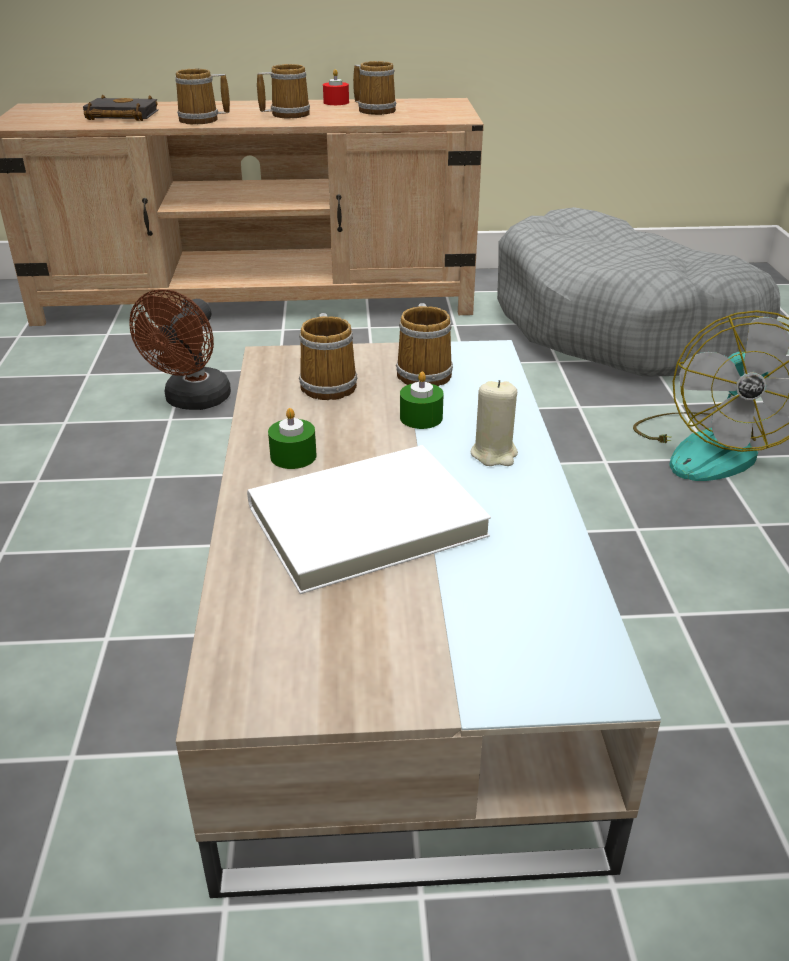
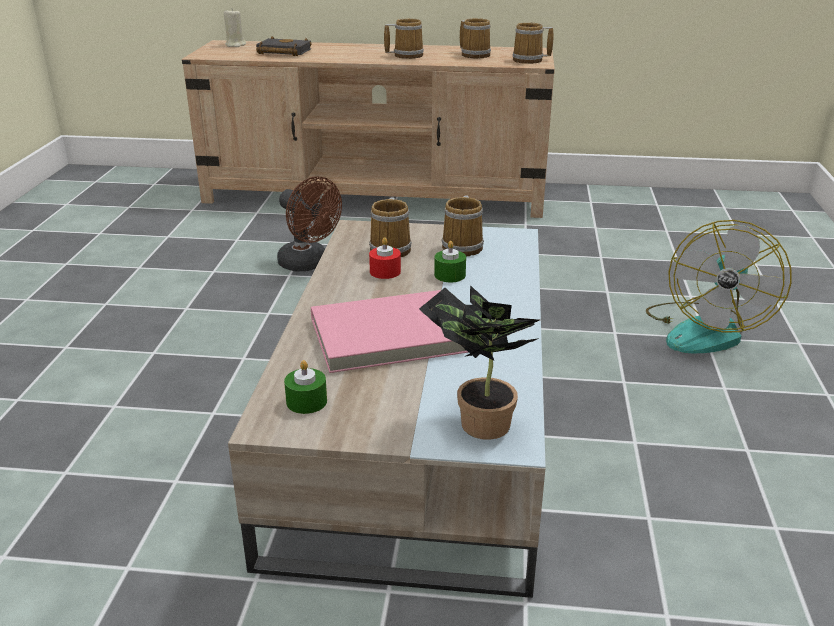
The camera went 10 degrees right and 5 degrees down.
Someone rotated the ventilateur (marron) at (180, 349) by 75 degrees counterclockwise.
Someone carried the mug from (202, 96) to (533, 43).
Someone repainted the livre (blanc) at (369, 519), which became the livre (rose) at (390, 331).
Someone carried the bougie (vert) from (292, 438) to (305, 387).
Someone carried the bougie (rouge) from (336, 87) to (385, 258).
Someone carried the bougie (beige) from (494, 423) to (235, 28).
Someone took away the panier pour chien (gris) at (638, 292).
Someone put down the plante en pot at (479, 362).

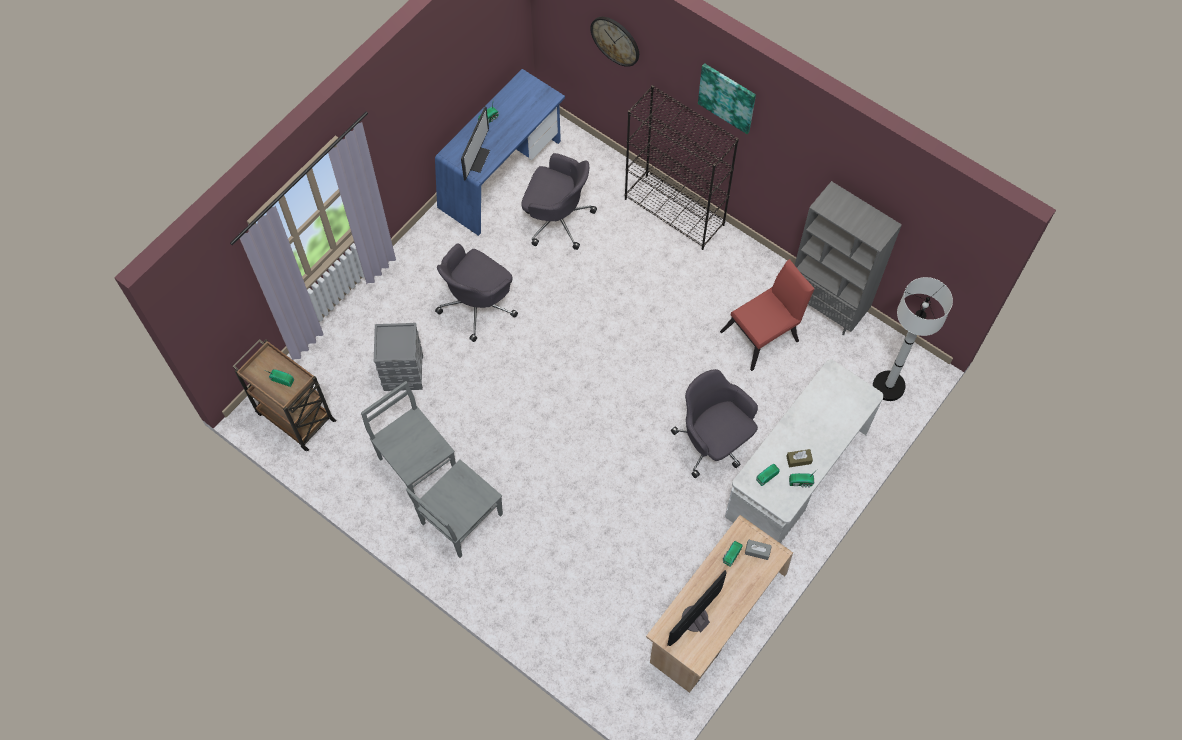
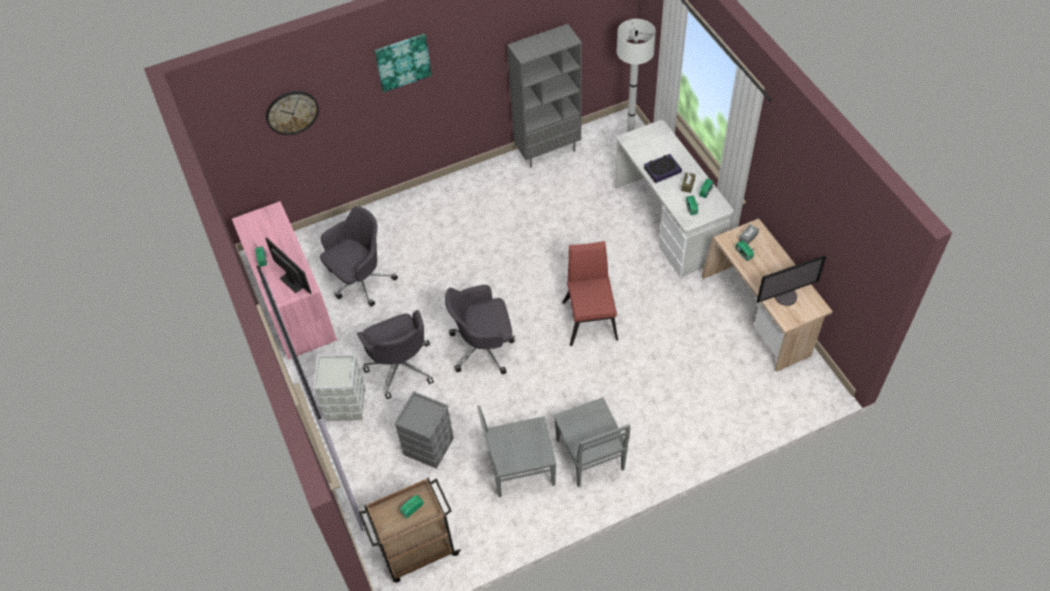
The camera went 60 degrees left and 10 degrees down.
Someone repainted the bureau (bleu) at (500, 152), which became the bureau (rose) at (284, 280).
Someone took away the bibliothèque (noir) at (682, 167).
Someone rotated the écran d'ordinateur at (697, 608) by 90 degrees counterclockwise.
Someone carried the chaise de bureau (gris) from (714, 423) to (480, 329).
Someone carried the chaise (rouge) from (767, 315) to (590, 293).
Someone put down the boîte de rangement (gris) at (339, 387).
Someone put down the livre at (662, 168).

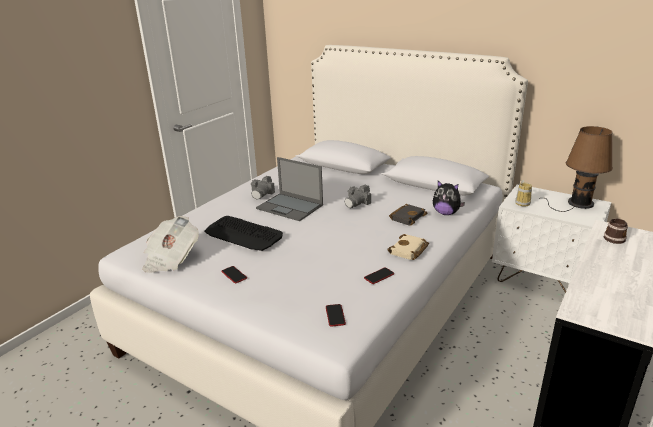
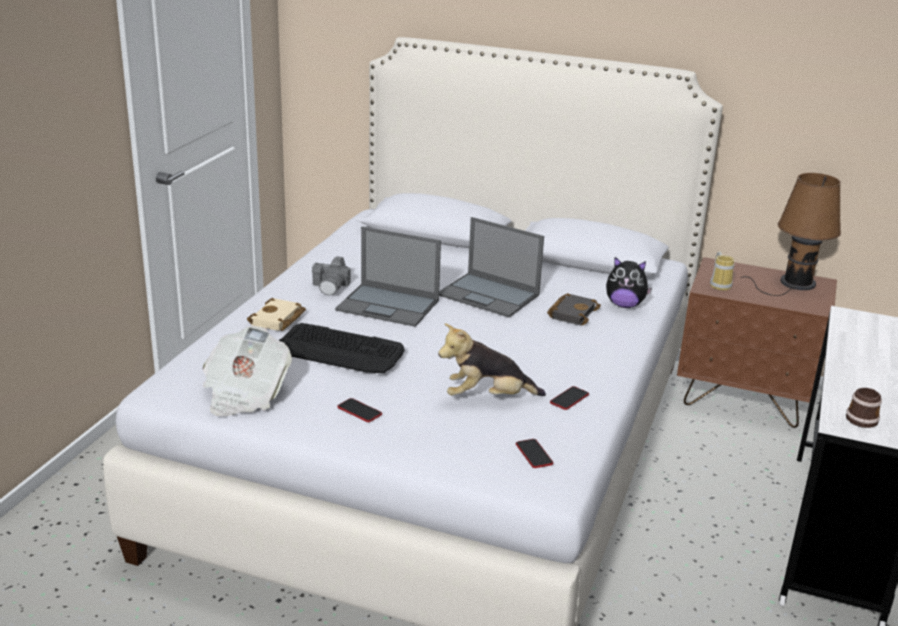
The camera went 15 degrees left and 0 degrees up.
Someone swapped the appareil photo at (358, 196) for the ordinateur portable at (491, 267).
Someone carried the livre (beige) from (408, 247) to (276, 314).
Someone repainted the table de chevet (blanc) at (552, 238), which became the table de chevet (marron) at (757, 342).
Someone carried the mug from (616, 231) to (864, 408).
Someone put down the peluche at (492, 359).

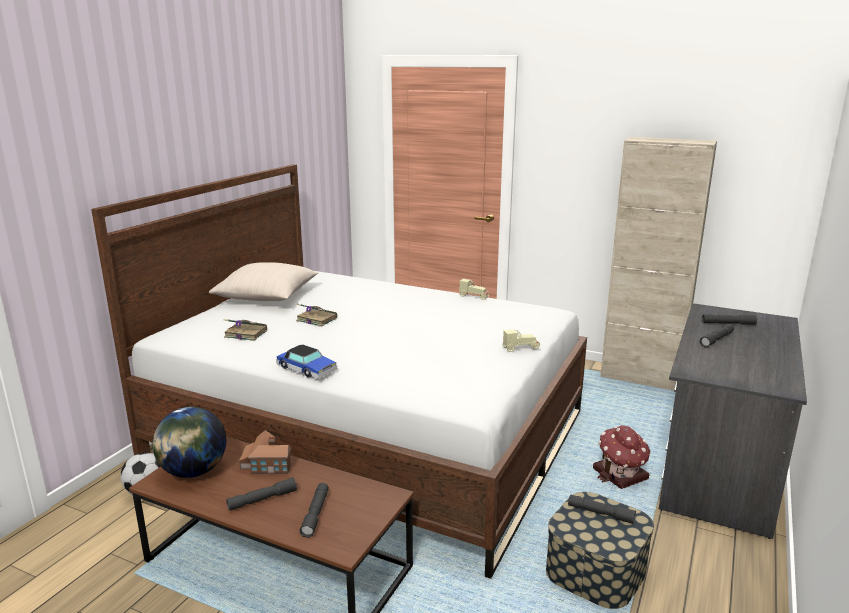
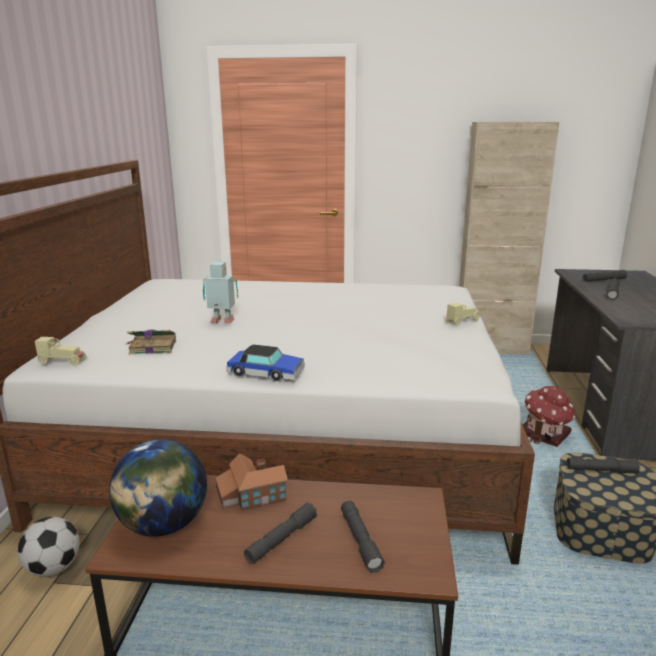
The camera went 20 degrees left and 0 degrees up.
Someone took away the coussin (beige) at (264, 282).
Someone swapped the livre at (316, 315) for the robot jouet at (220, 292).
Someone carried the petite voiture (beige) from (474, 289) to (60, 351).

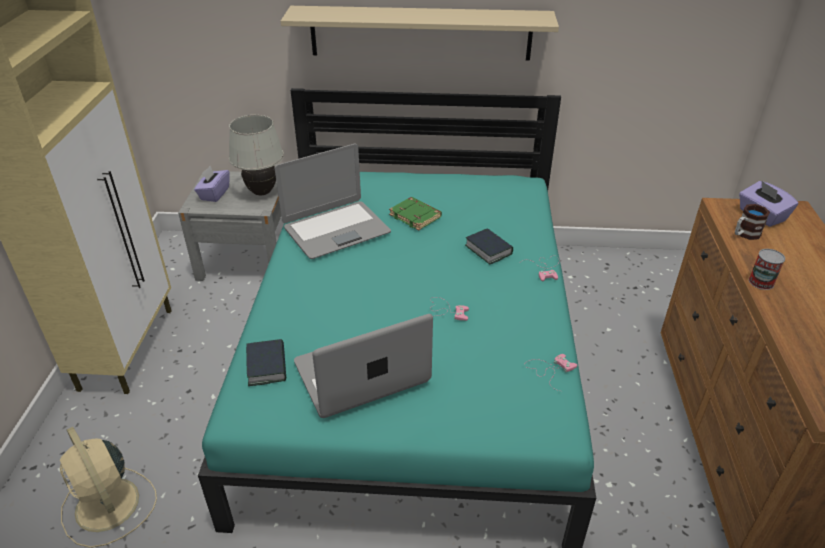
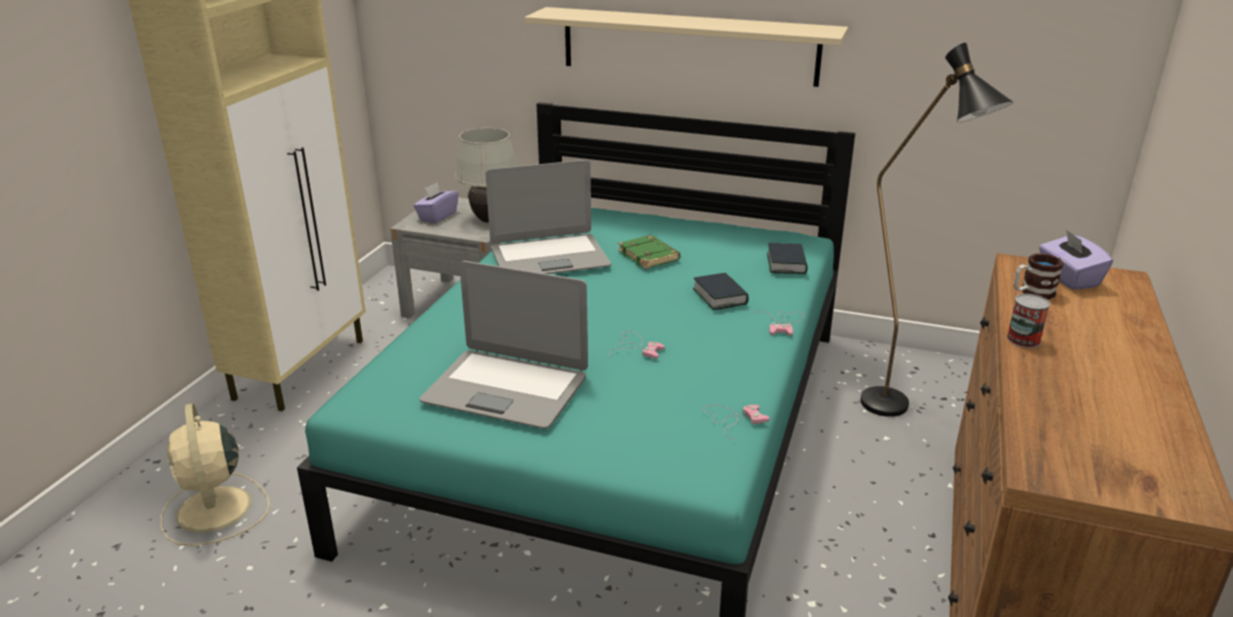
The camera went 15 degrees right and 10 degrees down.
Someone carried the livre from (266, 362) to (787, 258).
Someone rotated the ordinateur portable at (363, 366) by 150 degrees counterclockwise.
Someone put down the lampadaire (noir) at (937, 230).

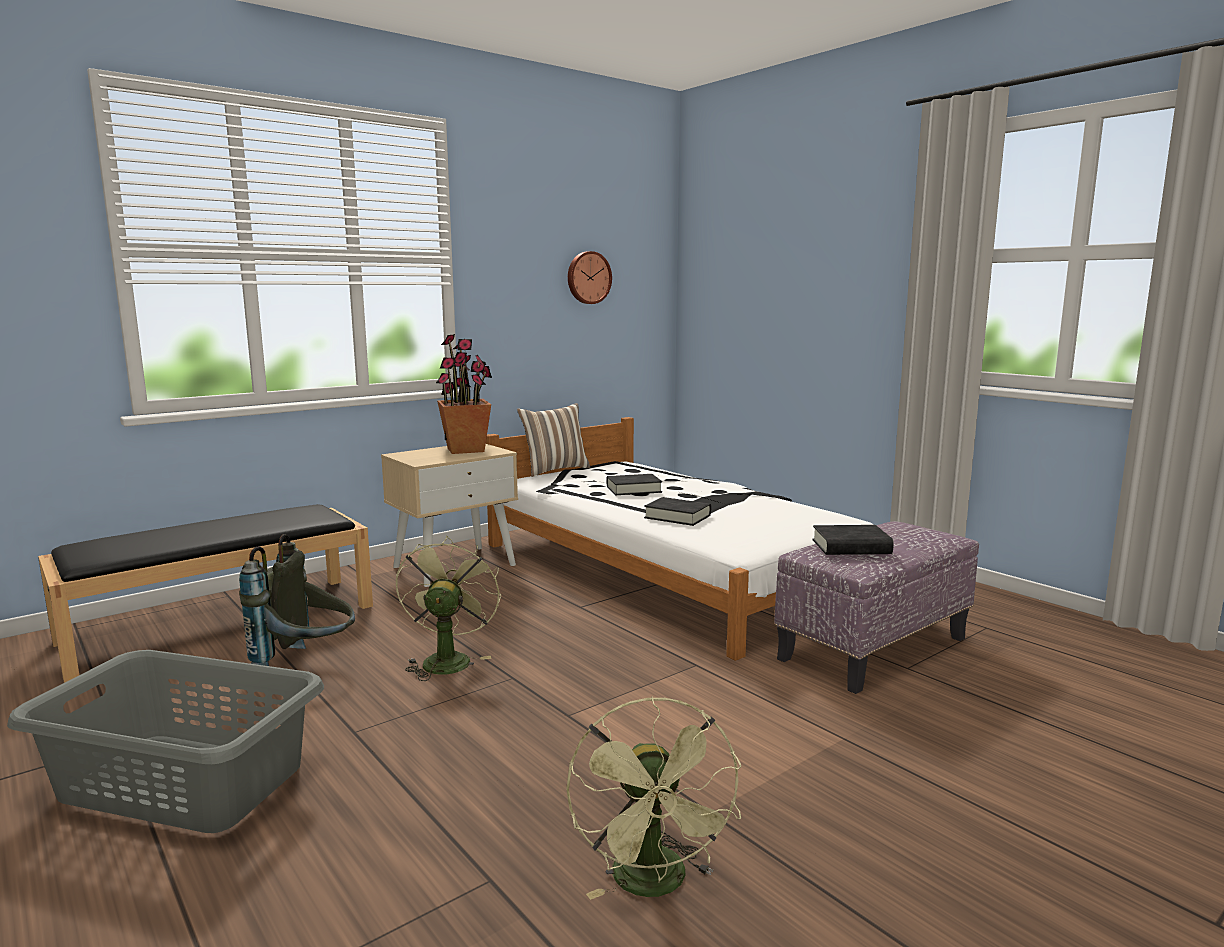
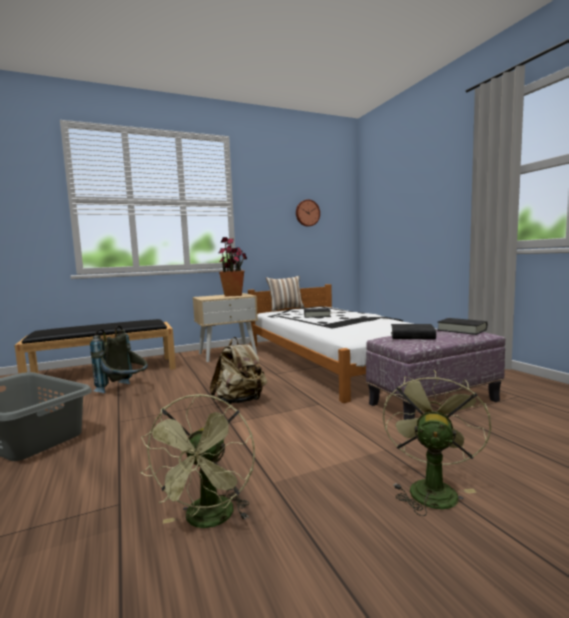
The camera went 15 degrees right and 5 degrees down.
Someone carried the ventilateur (vert) from (448, 608) to (437, 443).
Someone carried the livre (noir) from (677, 511) to (462, 326).
Someone put down the sac à dos (beige) at (238, 370).

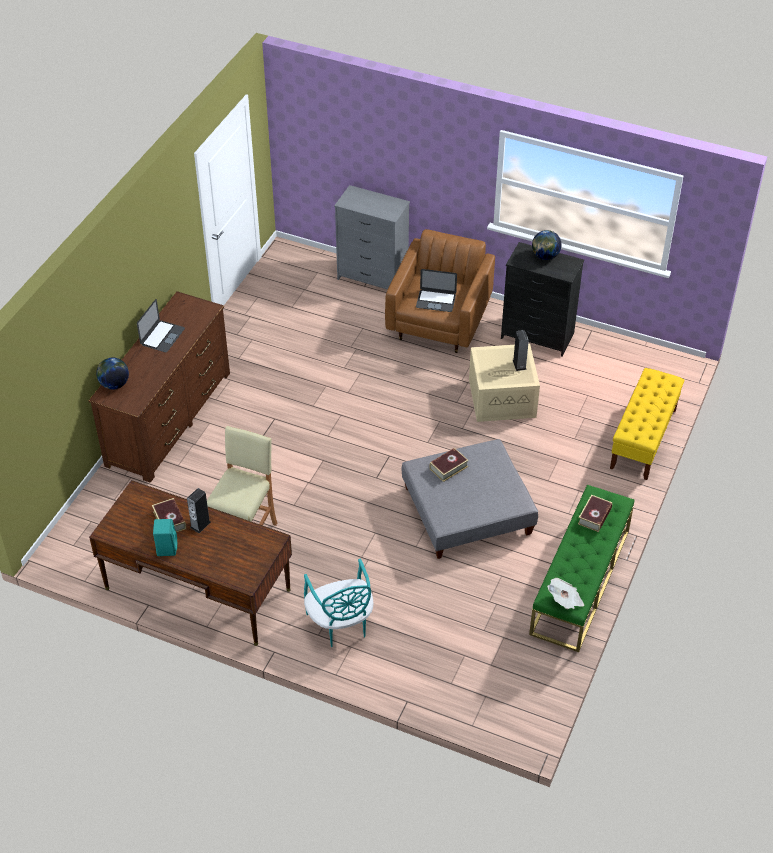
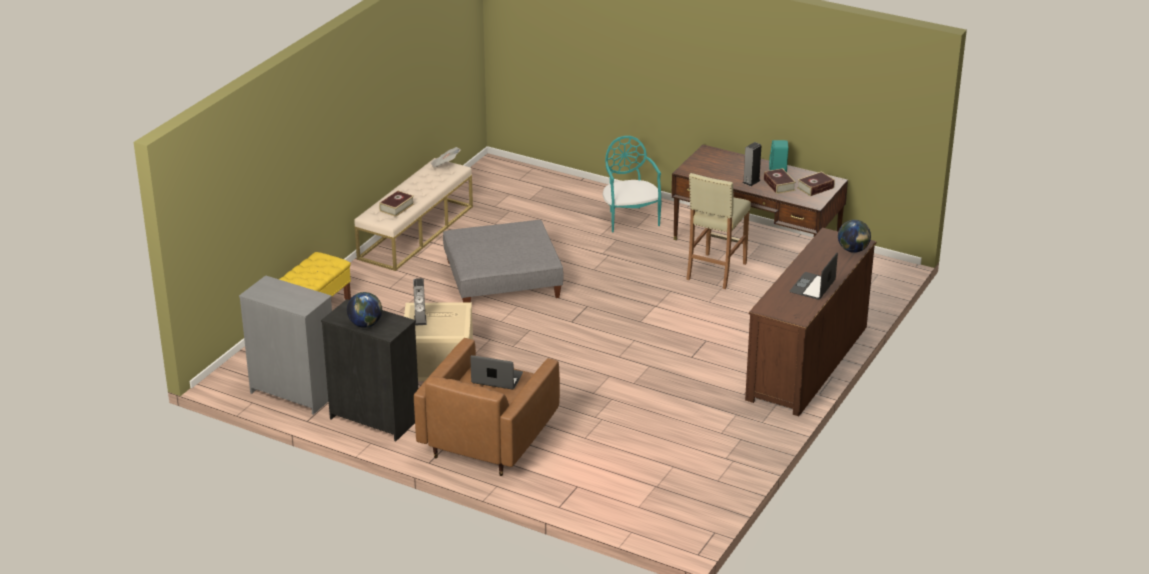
The camera went 175 degrees left and 15 degrees down.
Someone carried the commode (gris) from (372, 237) to (285, 345).
Someone carried the livre from (449, 465) to (816, 183).
Someone repainted the banc (vert) at (581, 568), which became the banc (beige) at (413, 214).

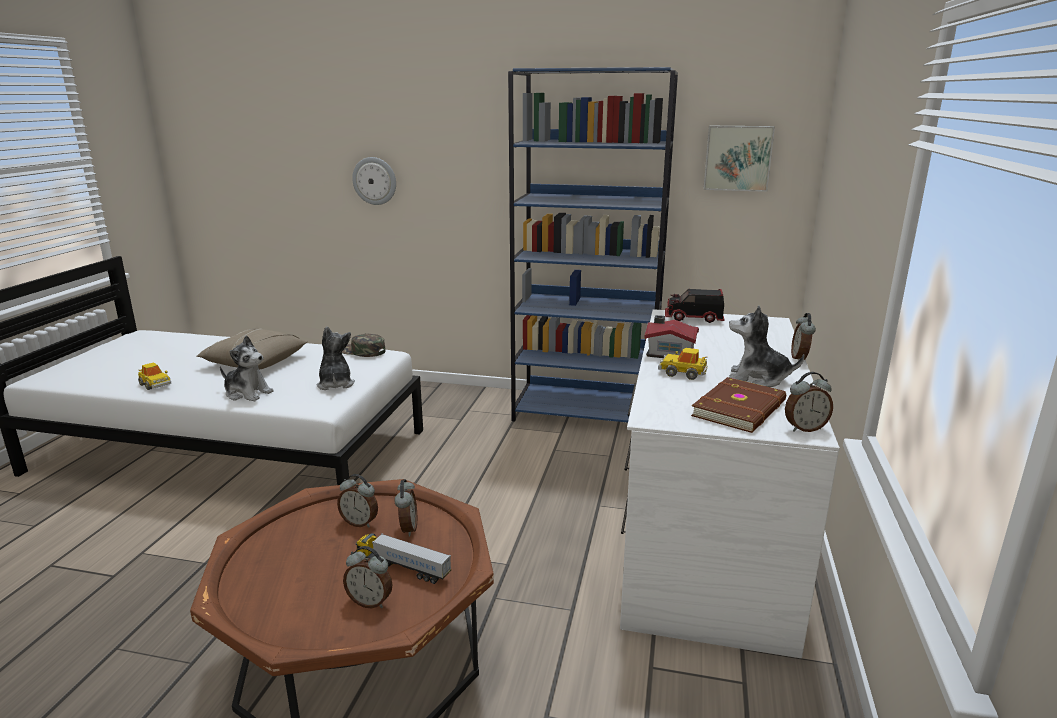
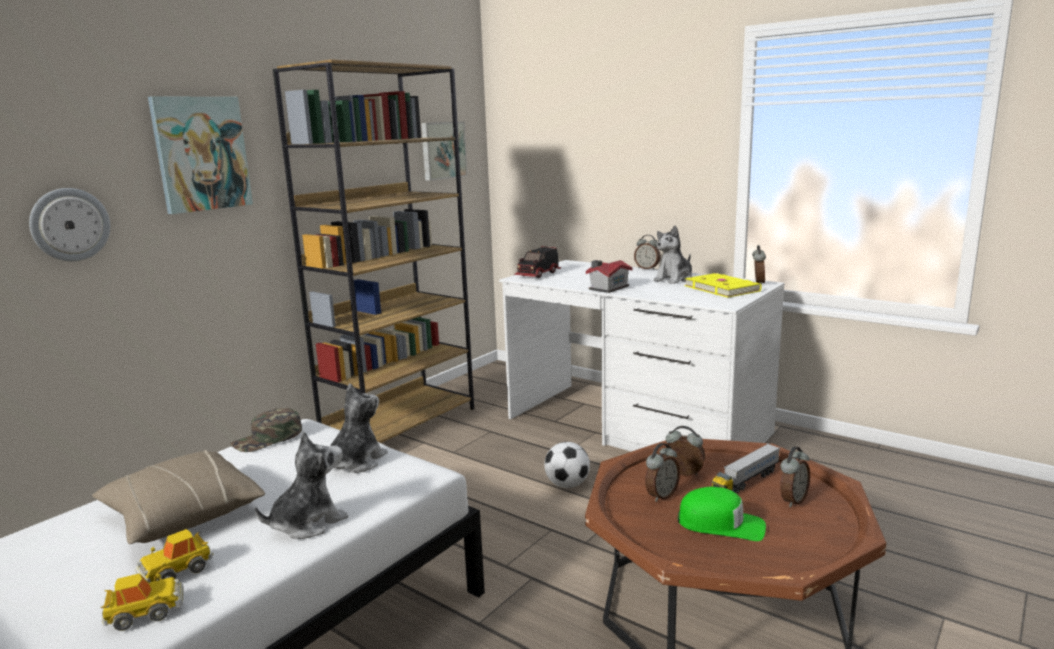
The camera went 65 degrees left and 5 degrees down.
Someone rotated the peluche at (336, 358) by 105 degrees clockwise.
Someone repainted the bibliothèque (bleu) at (593, 245), which became the bibliothèque (marron) at (373, 251).
Someone carried the petite voiture from (683, 364) to (174, 556).
Someone repainted the livre (marron) at (738, 405), which became the livre (jaune) at (723, 285).
Someone put up the tableau at (200, 155).
Someone put down the ballon de foot at (567, 465).
Someone put down the casquette (vert) at (722, 514).

